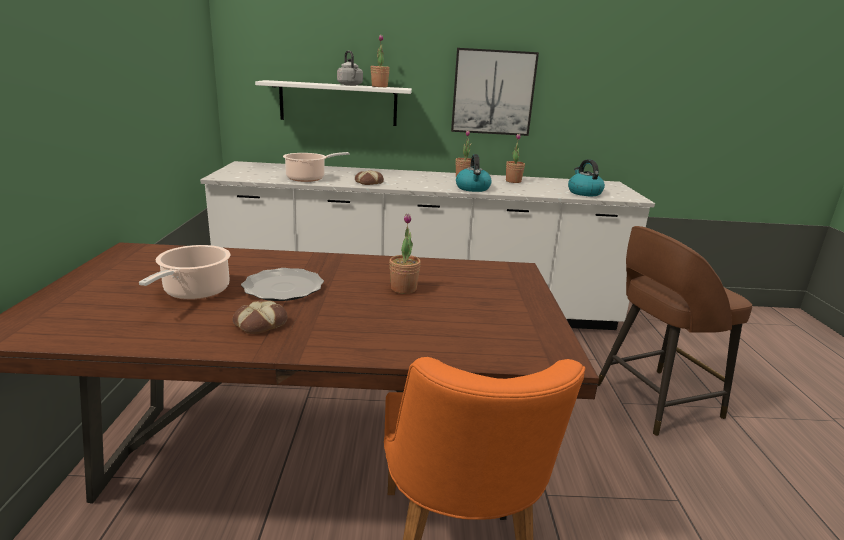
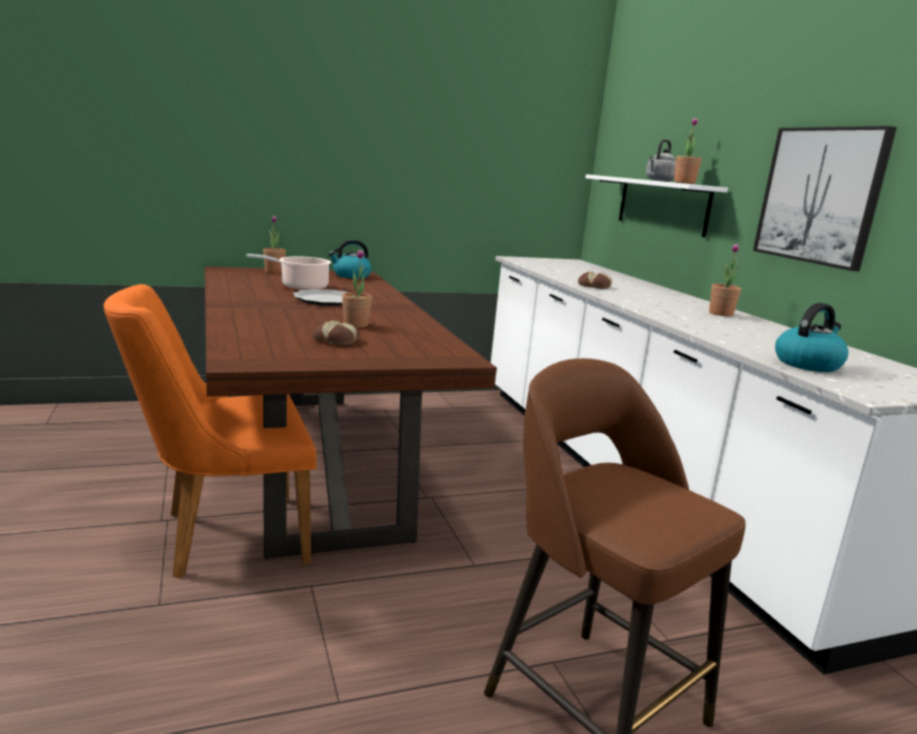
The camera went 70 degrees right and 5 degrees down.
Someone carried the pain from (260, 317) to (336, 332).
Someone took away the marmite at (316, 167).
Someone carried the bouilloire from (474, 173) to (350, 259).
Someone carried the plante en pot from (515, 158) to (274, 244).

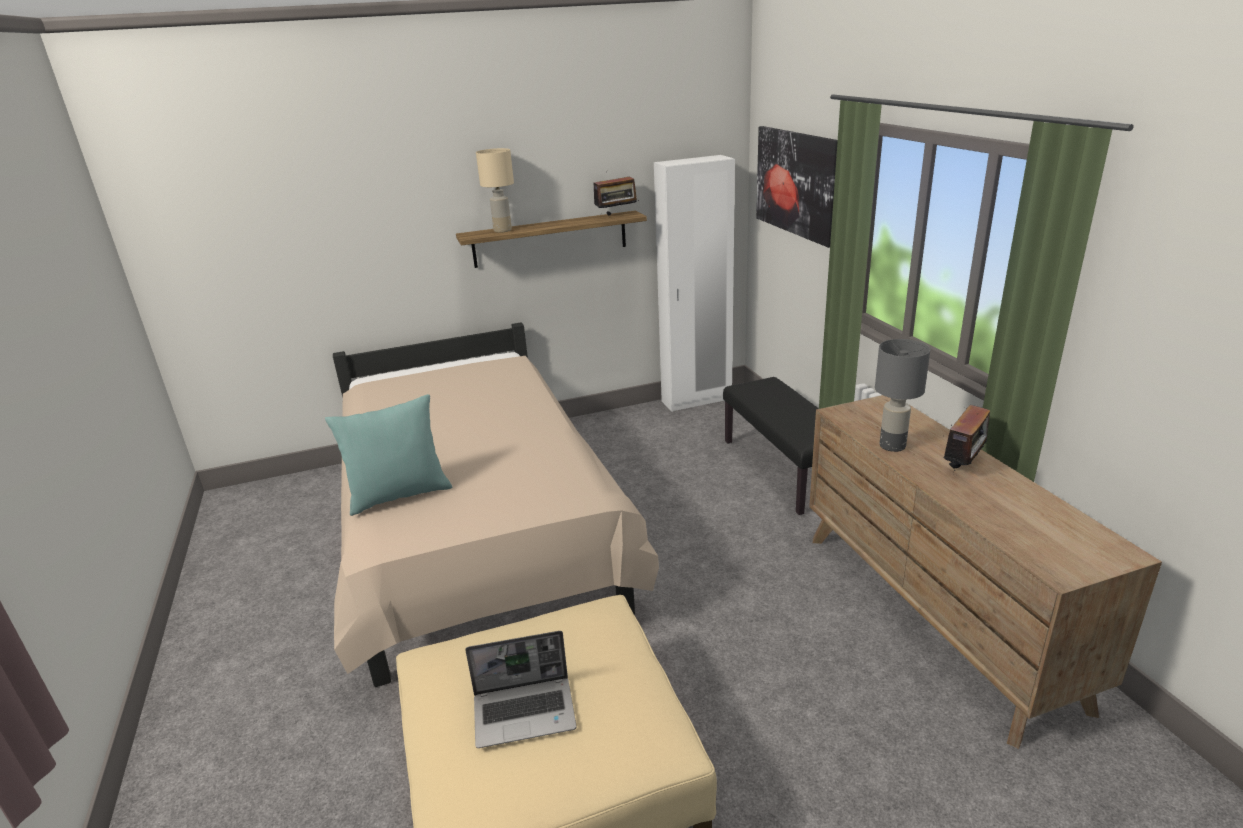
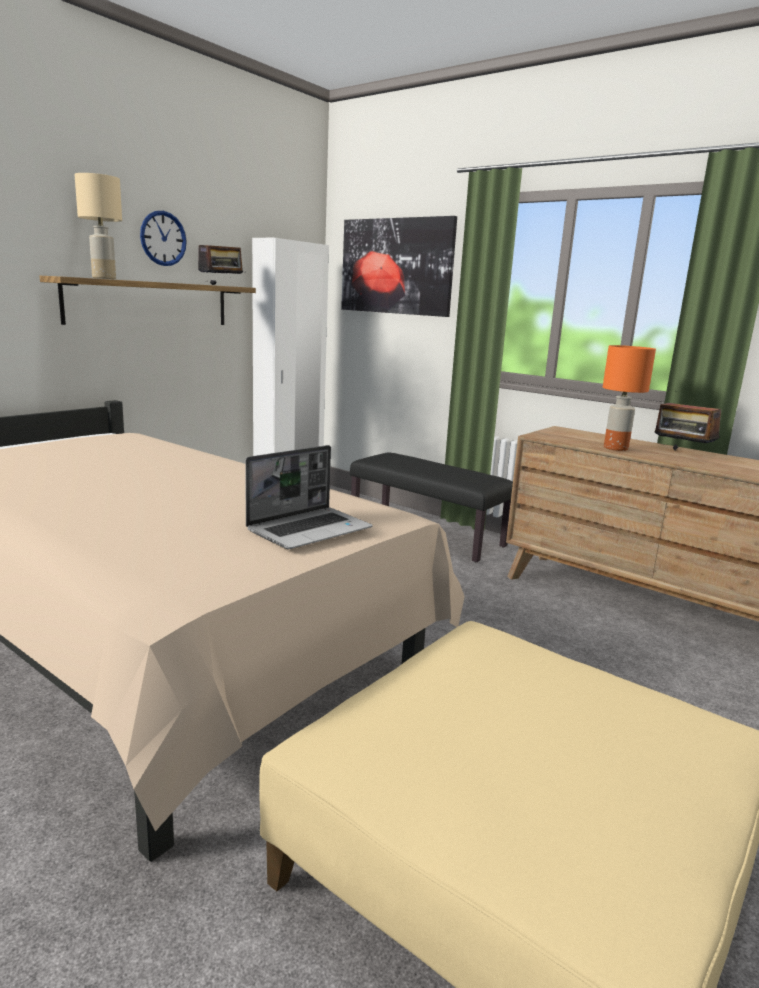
The camera went 35 degrees left and 10 degrees down.
Someone took away the coussin (turquoise) at (388, 455).
Someone carried the ordinateur portable from (521, 689) to (309, 497).
Someone repainted the lampe de table (gris) at (902, 395), which became the lampe de table (orange) at (629, 398).
Someone rotated the radio at (966, 438) by 135 degrees clockwise.
Someone put up the horloge murale at (163, 238).

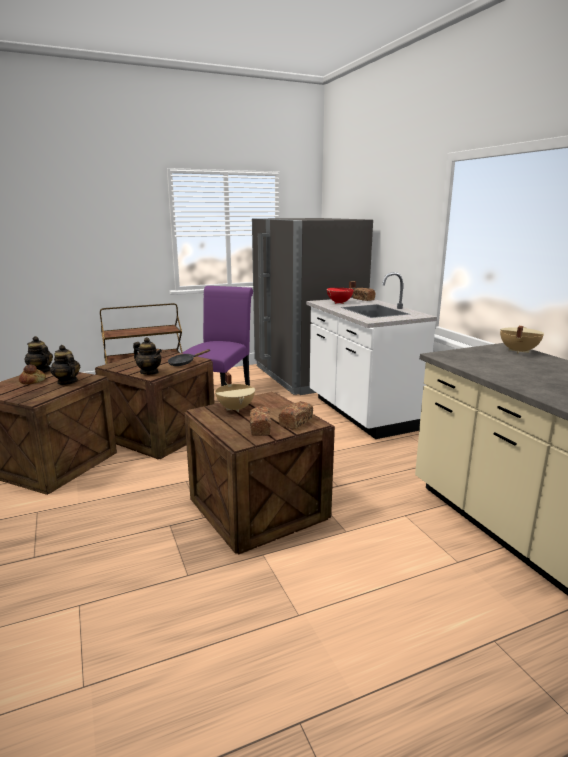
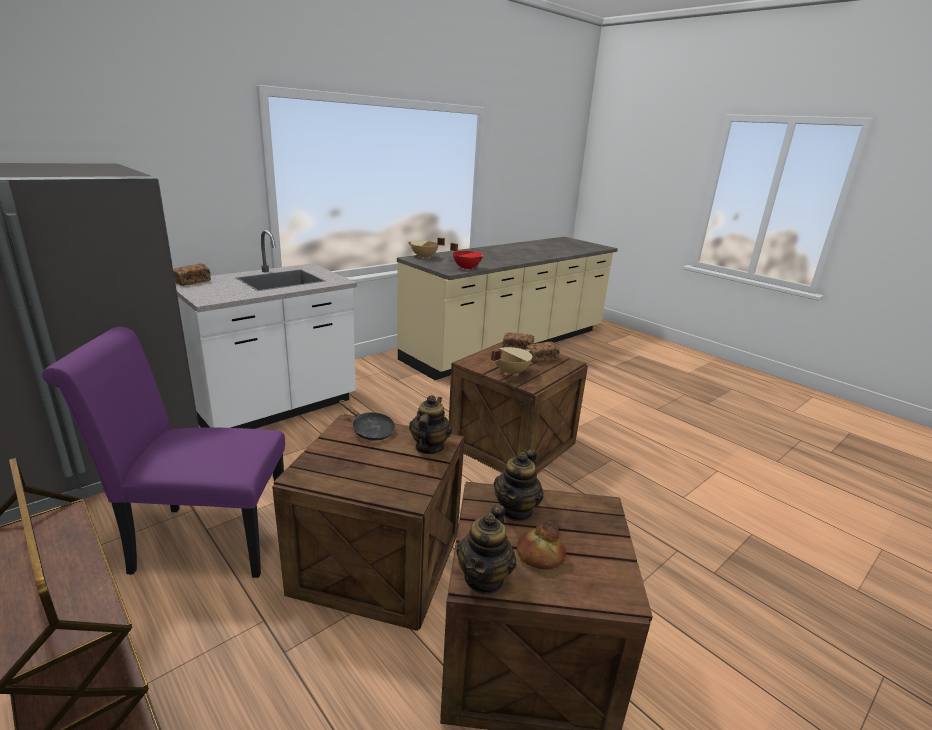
The camera went 110 degrees left and 5 degrees up.
Someone carried the marmite (rouge) from (341, 292) to (466, 256).

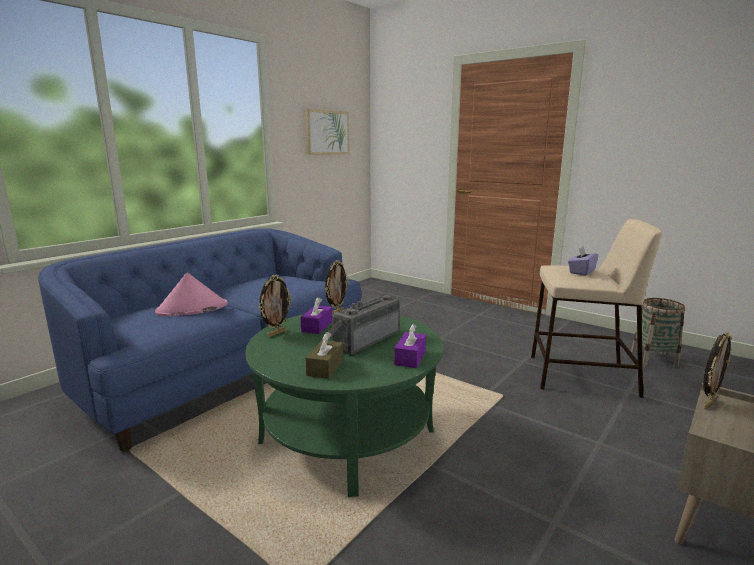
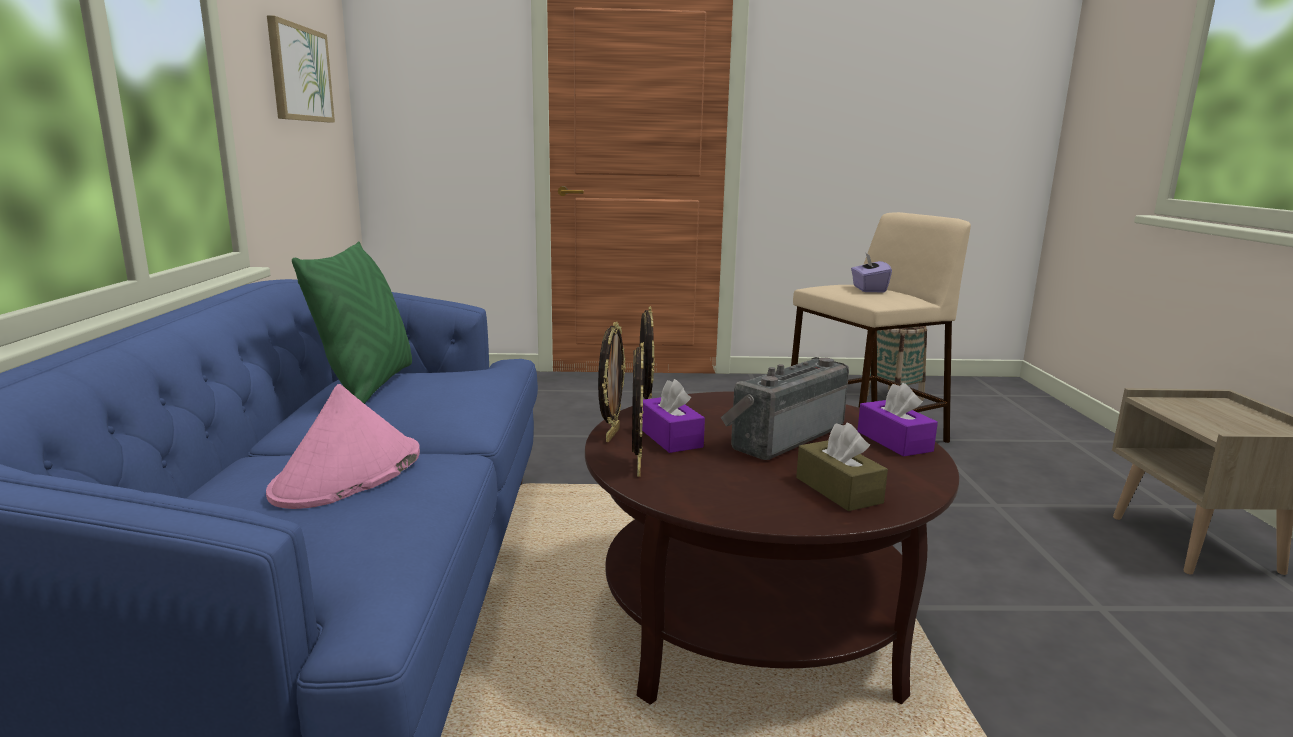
The camera went 40 degrees left and 0 degrees up.
Someone repainted the table basse (vert) at (344, 403), which became the table basse (marron) at (772, 548).
Someone rotated the radio at (363, 325) by 45 degrees clockwise.
Someone carried the cadre photo from (717, 370) to (612, 382).
Someone put down the coussin (vert) at (352, 322).

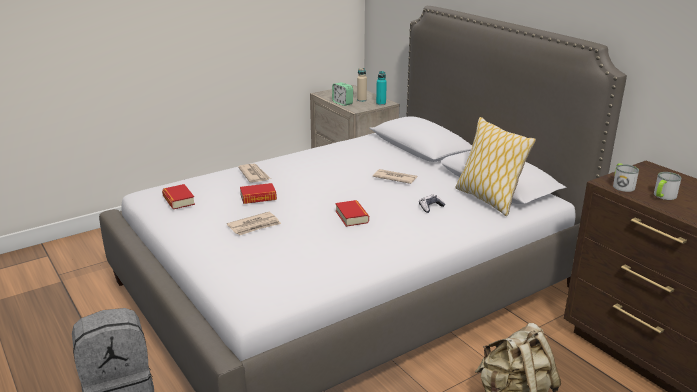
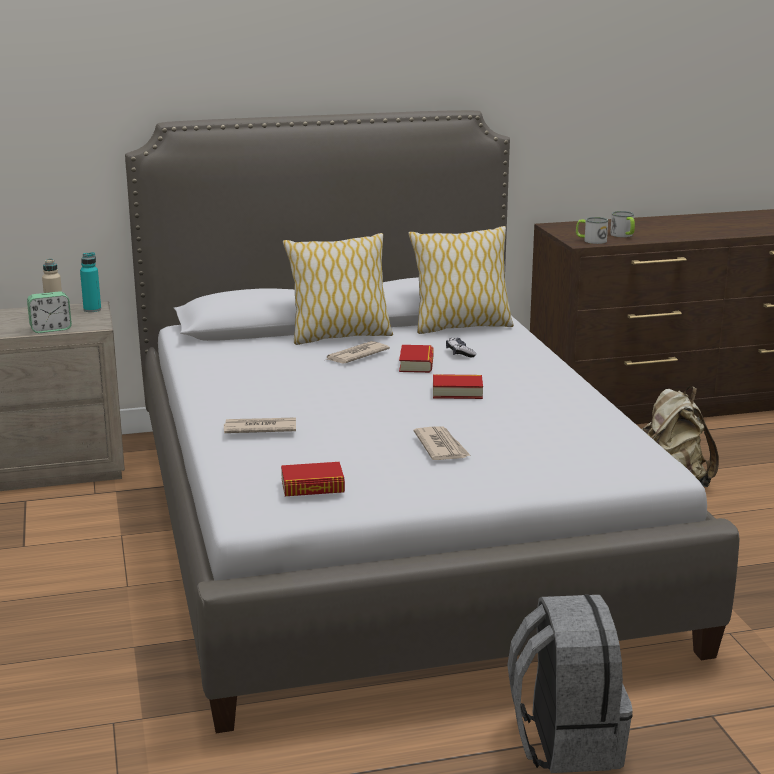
The camera went 70 degrees left and 5 degrees down.
Someone carried the livre from (258, 193) to (416, 359).
Someone put down the coussin at (338, 289).

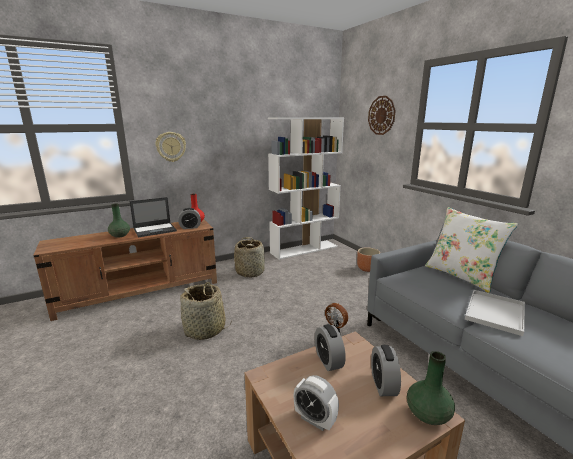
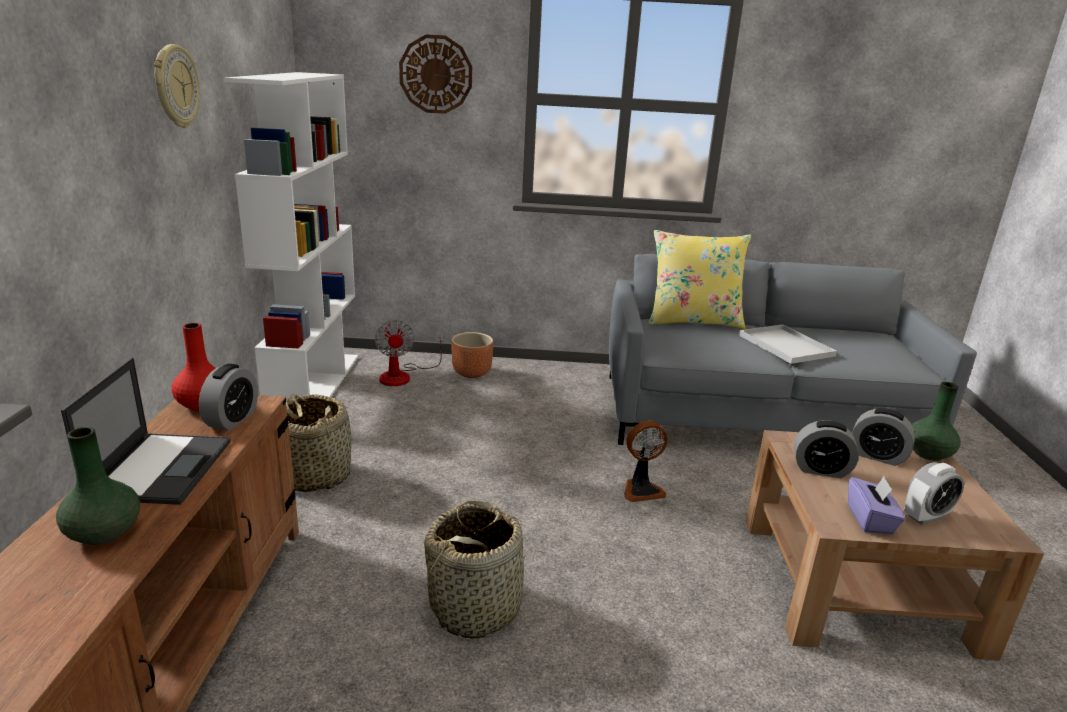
The camera went 60 degrees left and 5 degrees up.
Someone carried the horloge murale from (171, 147) to (177, 86).
Someone repainted the coussin (blanc) at (471, 250), which became the coussin (jaune) at (699, 279).
Someone put down the ventilateur at (409, 353).
Someone put down the boîte à mouchoirs (violet) at (876, 505).

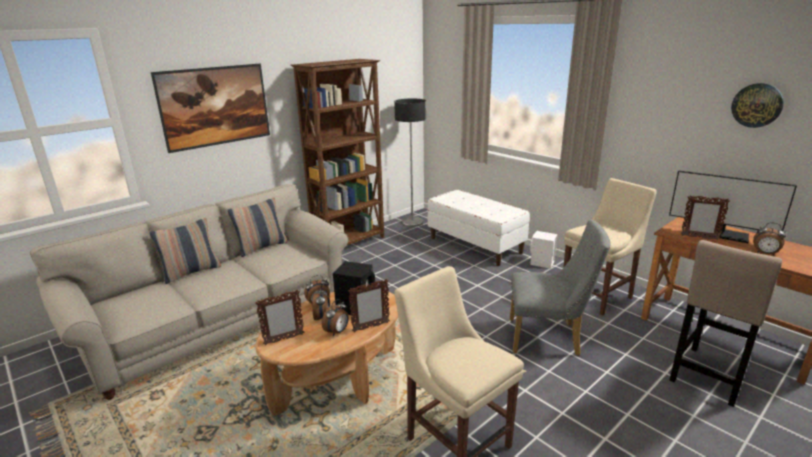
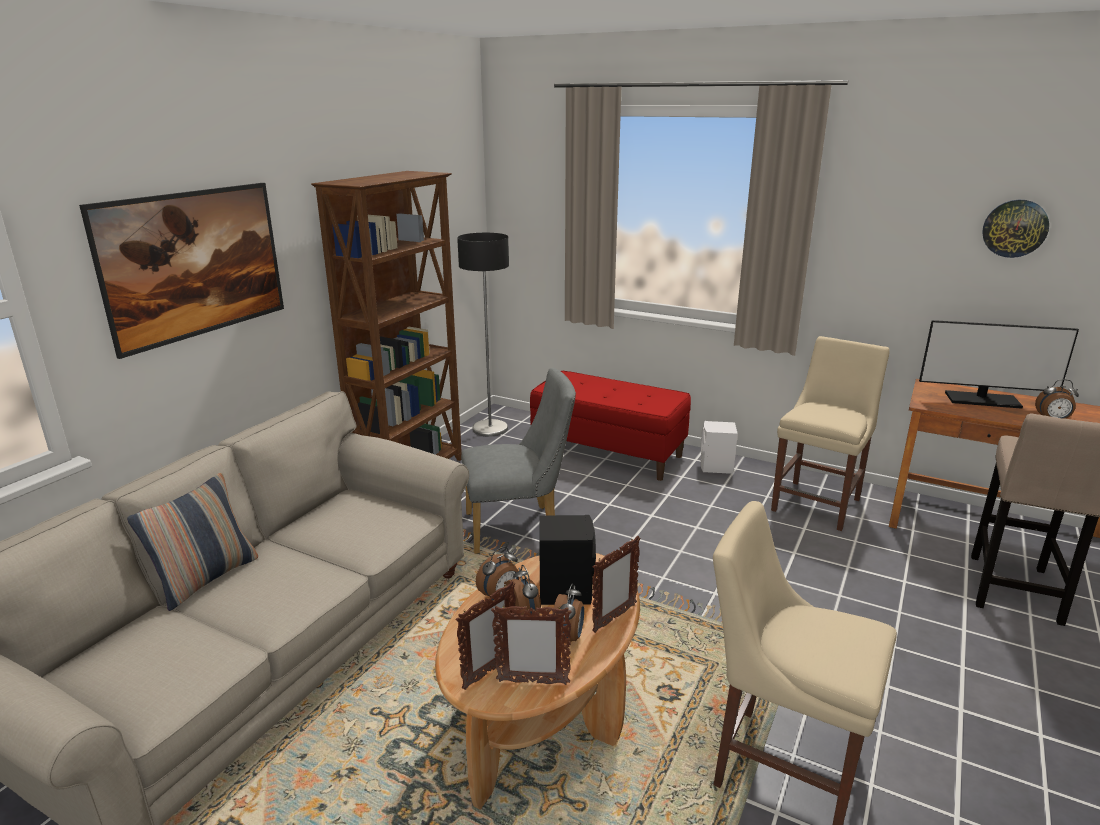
The camera went 20 degrees left and 0 degrees up.
Someone took away the coussin at (257, 227).
Someone repainted the banc (blanc) at (478, 228), which became the banc (rouge) at (610, 426).
Someone carried the chaise (gris) from (560, 288) to (518, 461).
Someone carried the cadre photo from (705, 217) to (531, 645).

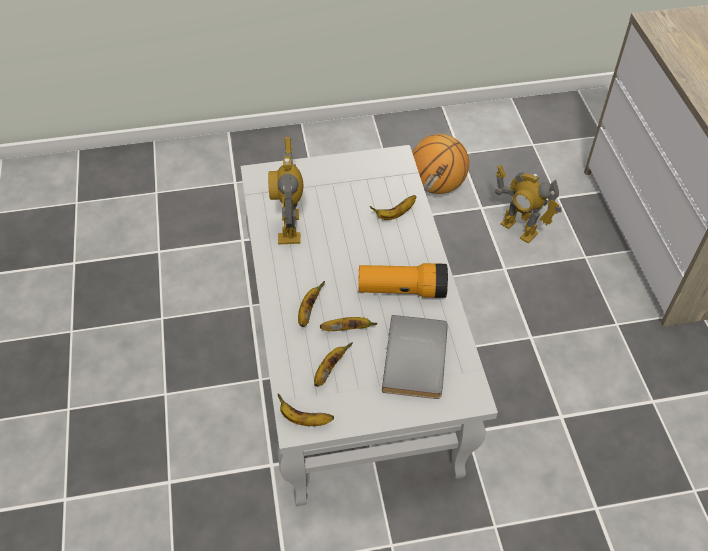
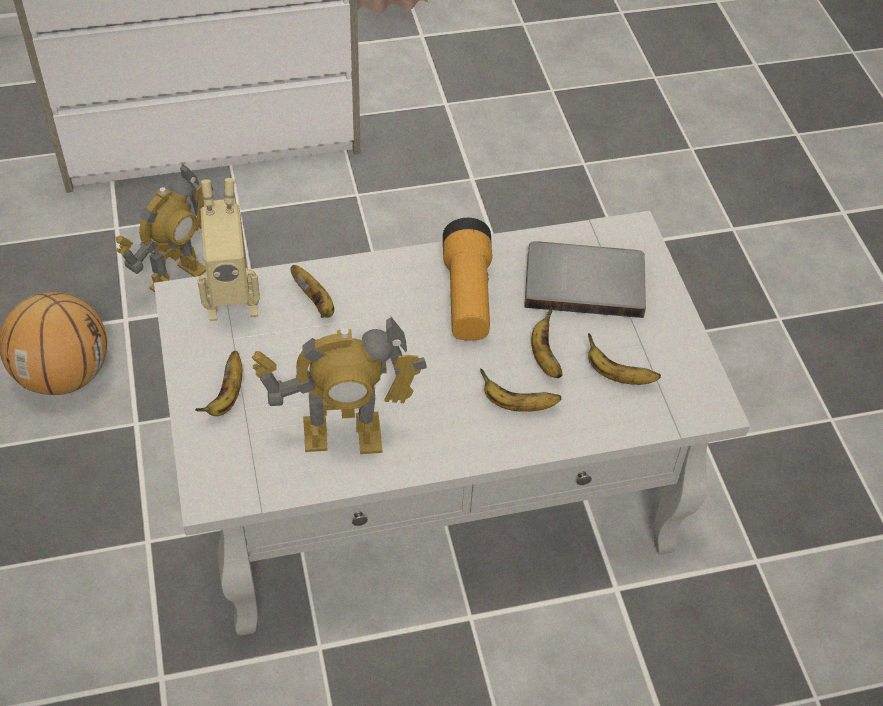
The camera went 95 degrees left and 0 degrees up.
Someone carried the banane from (305, 409) to (218, 383).
Someone put down the robot jouet at (229, 249).

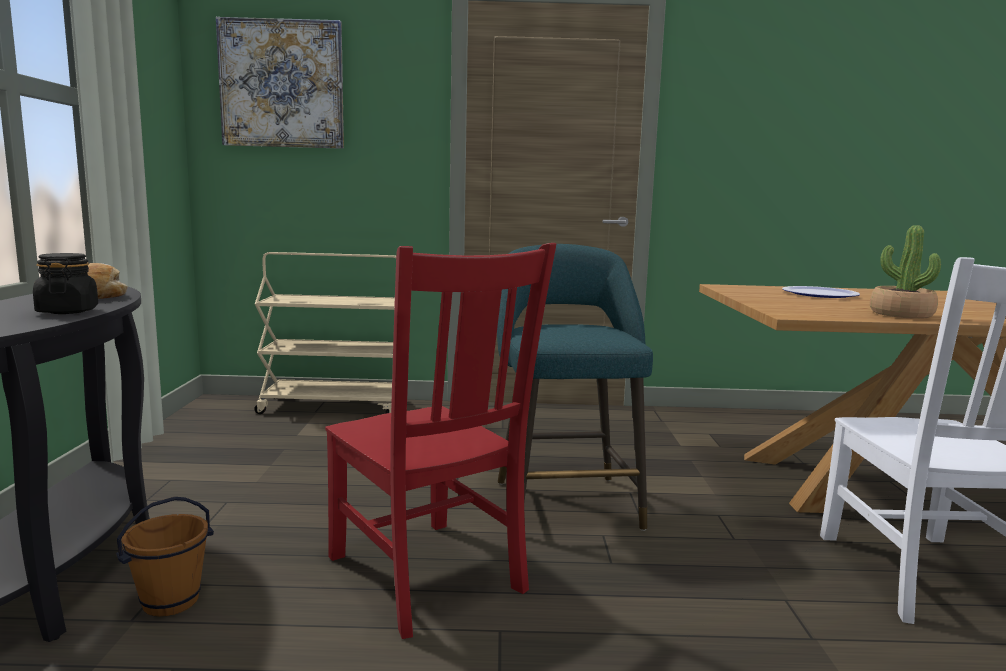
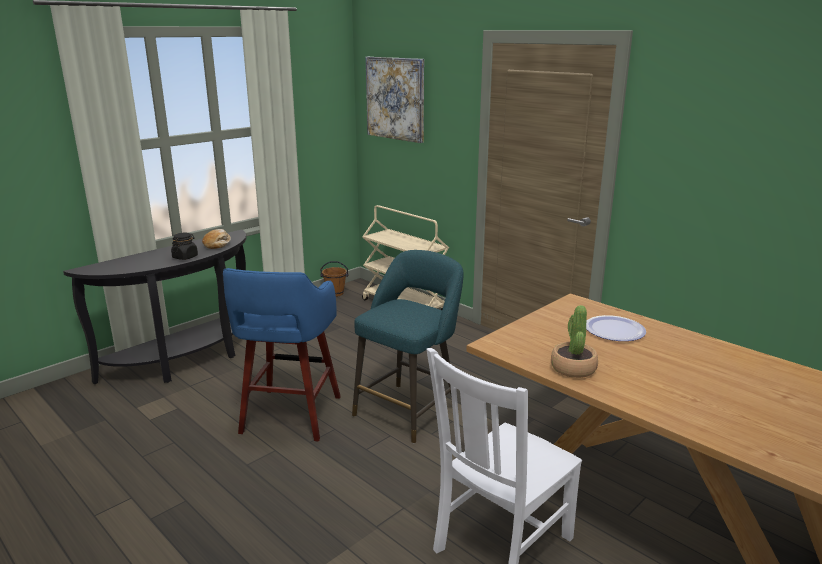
The camera went 45 degrees right and 10 degrees up.
Someone carried the seau (marron) from (165, 557) to (334, 279).
Someone swapped the chaise (rouge) at (440, 441) for the tabouret (bleu) at (282, 355).

